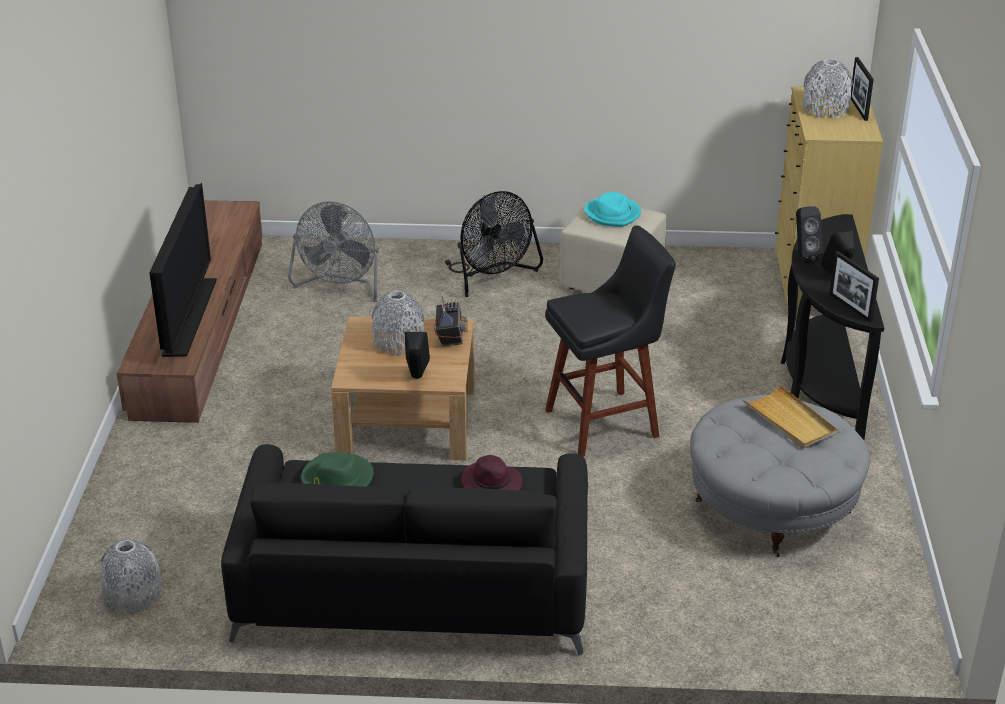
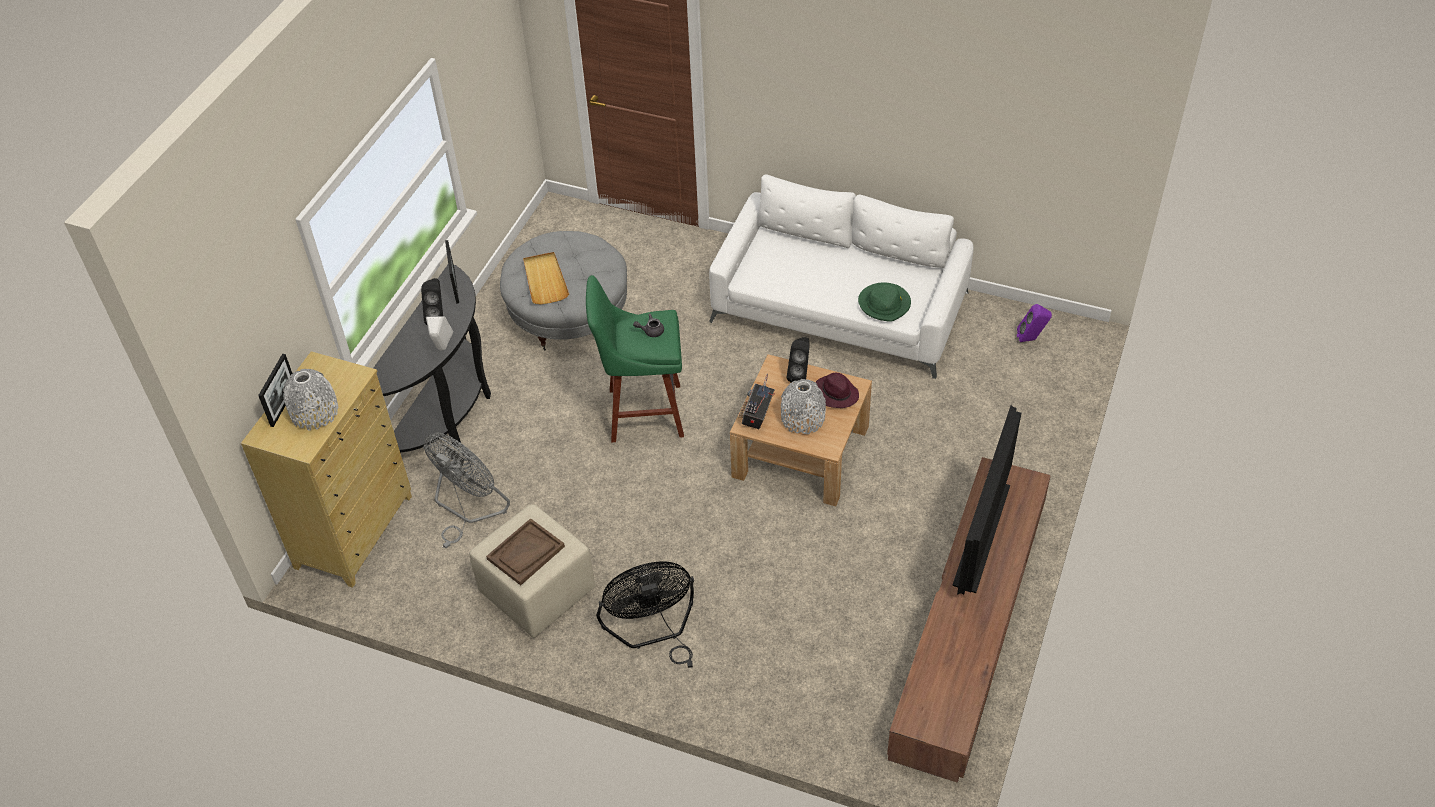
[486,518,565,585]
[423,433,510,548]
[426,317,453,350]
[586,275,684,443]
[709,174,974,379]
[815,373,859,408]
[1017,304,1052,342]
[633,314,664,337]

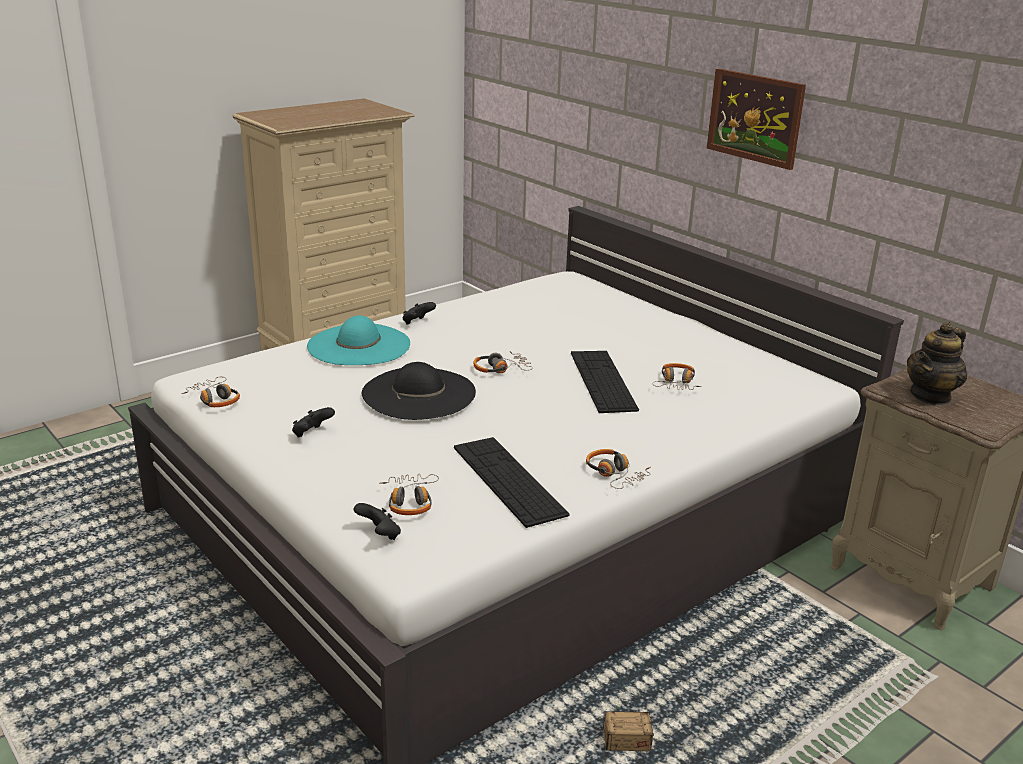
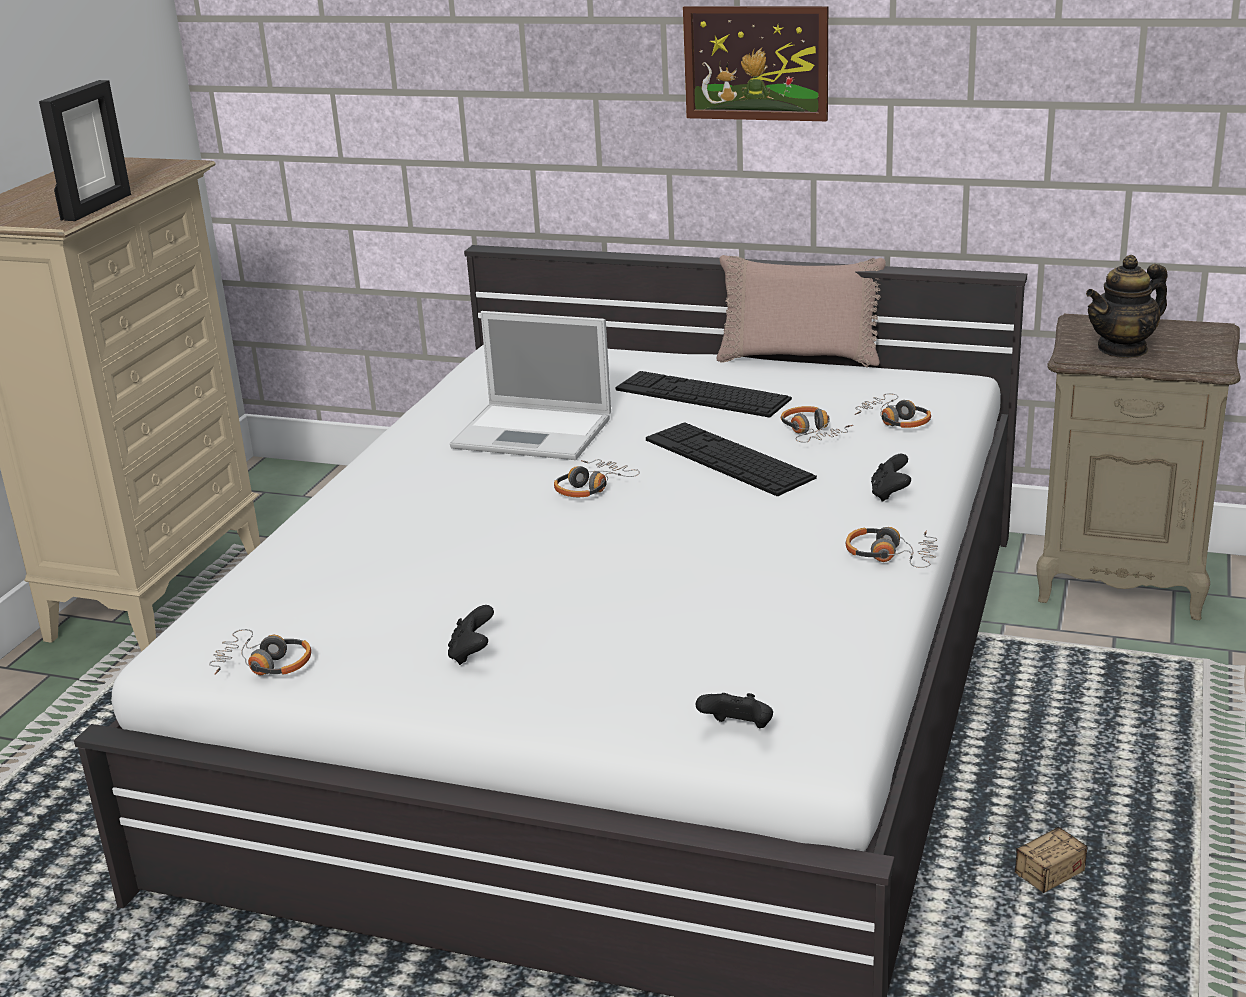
[871,454,911,502]
[307,315,410,365] (first image)
[1086,255,1168,358]
[362,362,476,420] (first image)
[616,371,792,418]
[855,393,931,428]
[39,80,131,221]
[716,255,886,367]
[450,311,611,460]

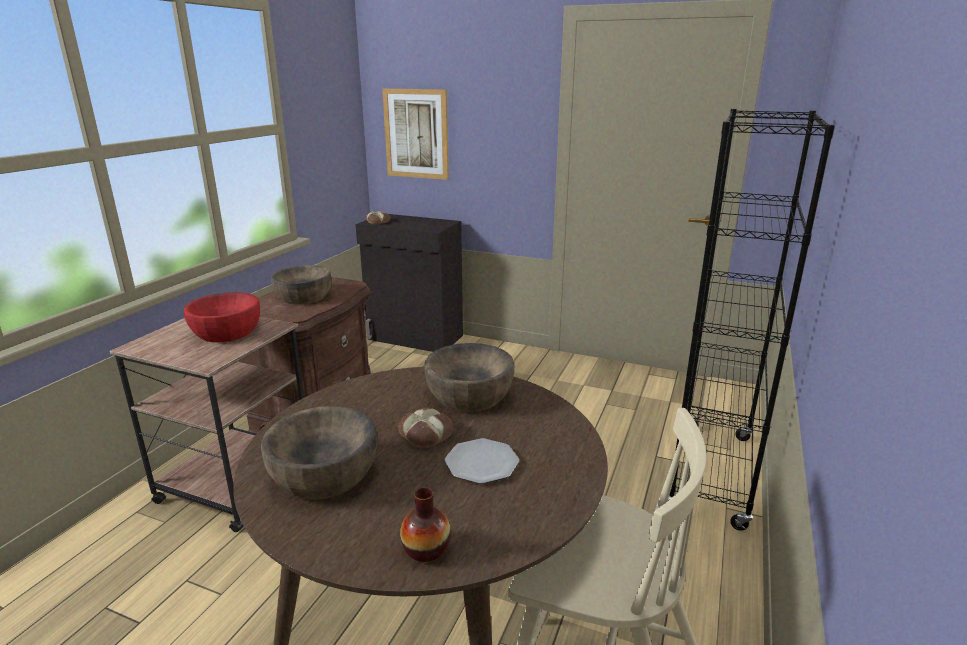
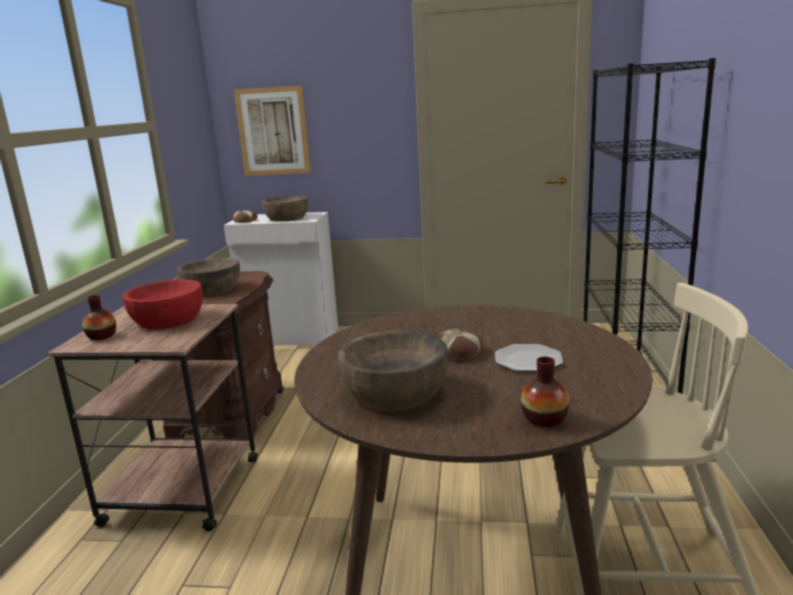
[224,212,338,345]
[262,195,308,222]
[82,295,116,340]

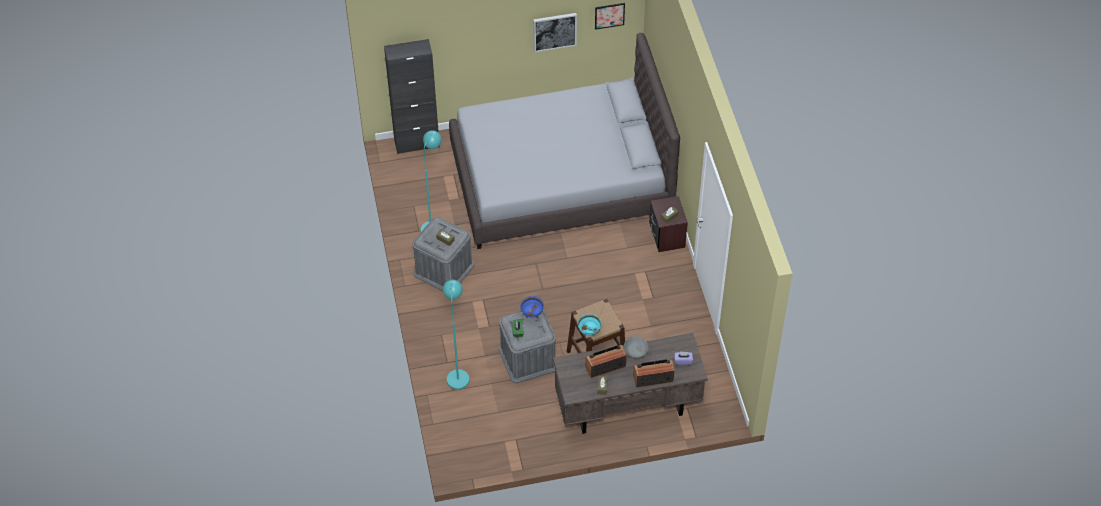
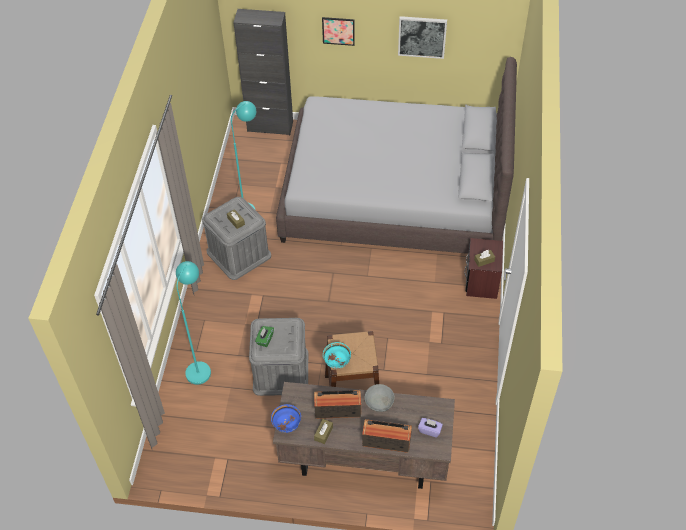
[322,17,355,46]
[271,404,301,433]

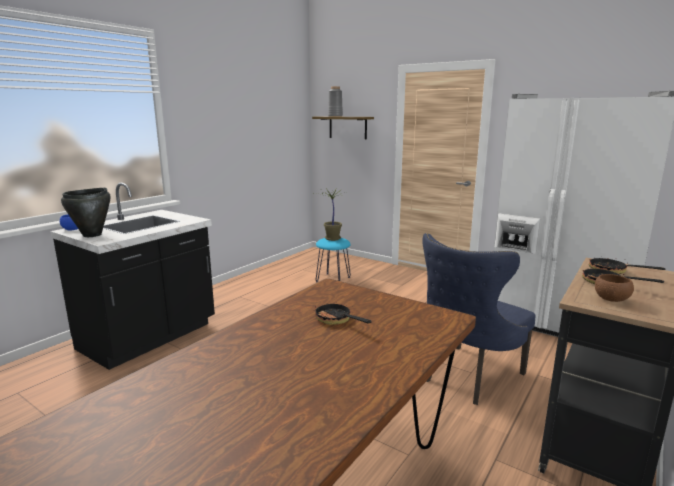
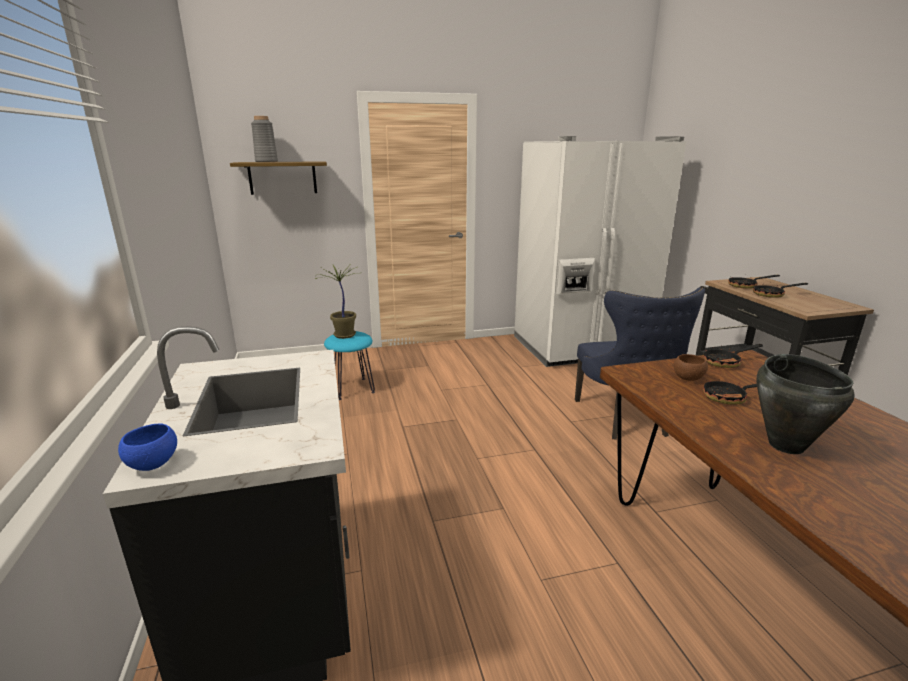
[756,354,855,454]
[674,354,708,381]
[704,344,763,368]

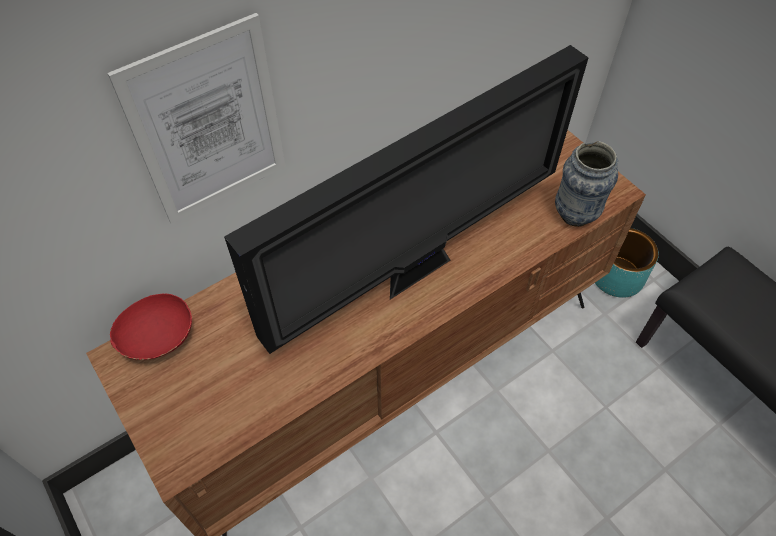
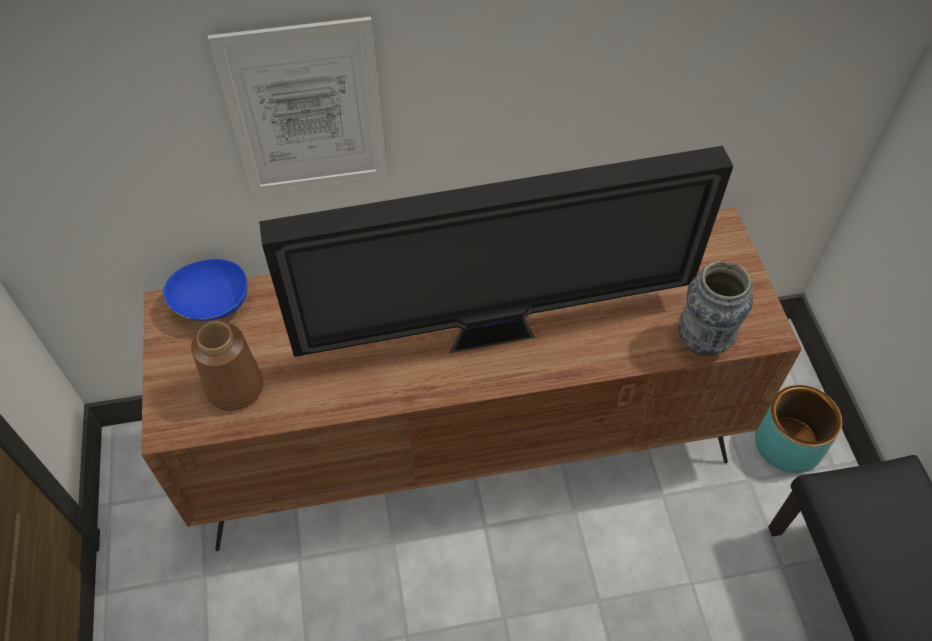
[163,259,247,321]
[191,321,264,411]

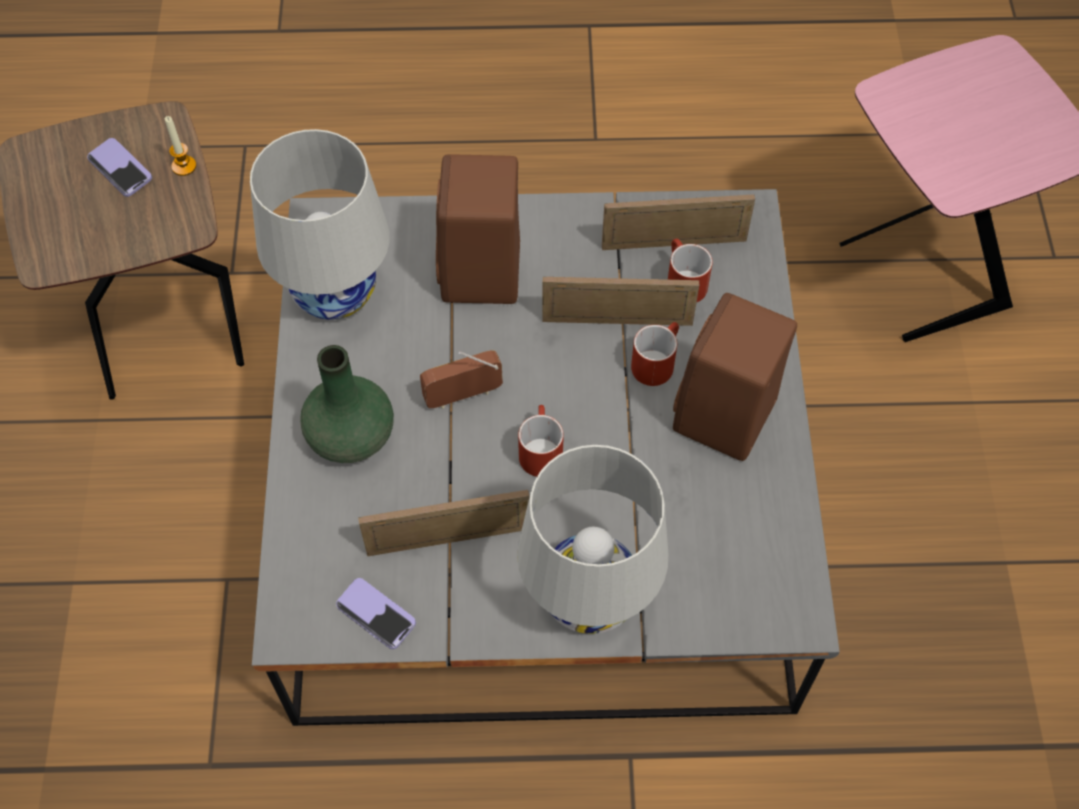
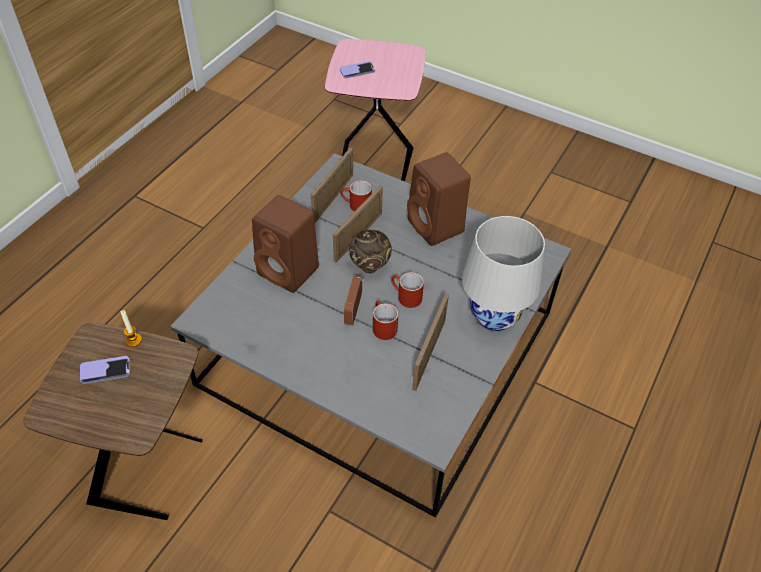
[250,129,389,320] (first image)
[373,300,398,340]
[300,345,394,463] (first image)
[340,61,375,78]
[349,230,392,273]

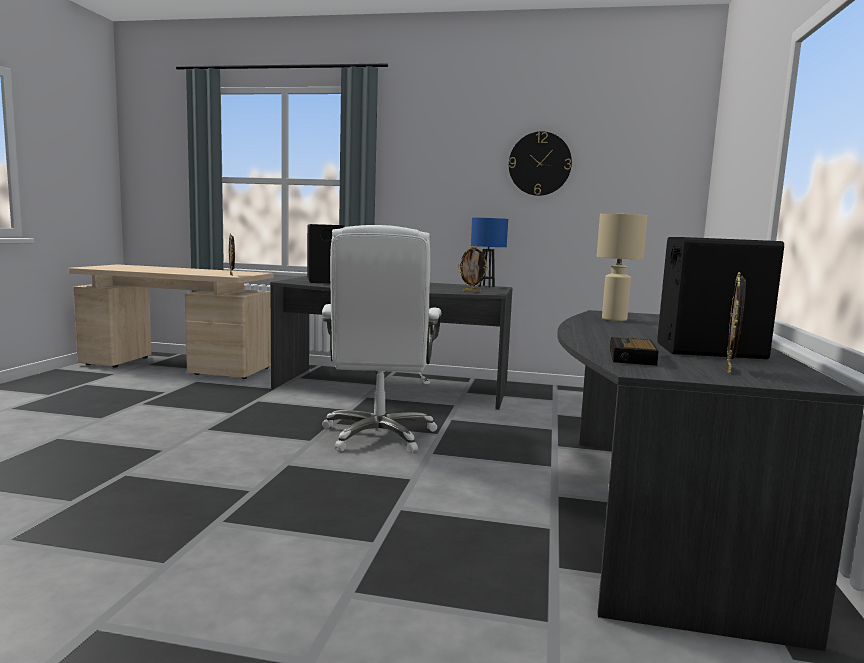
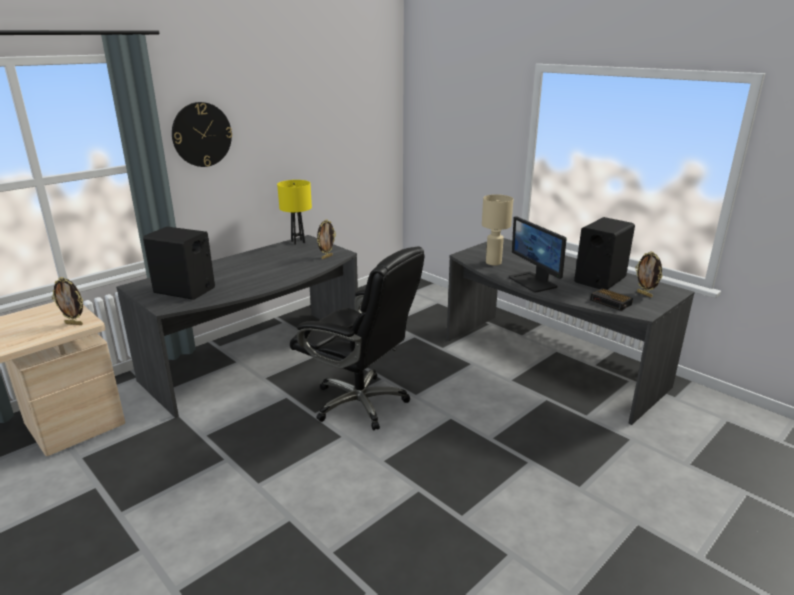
[172,102,232,167]
[277,180,312,245]
[290,246,424,430]
[508,216,566,293]

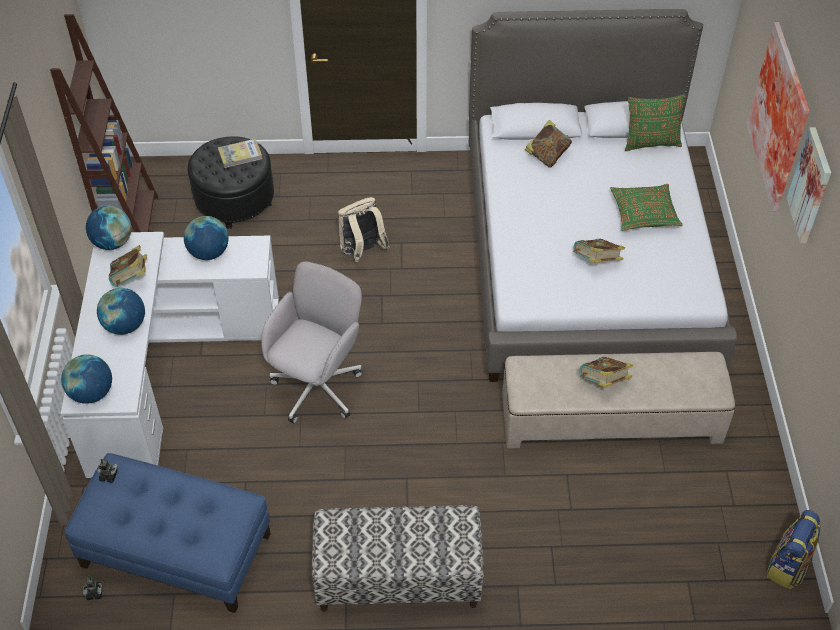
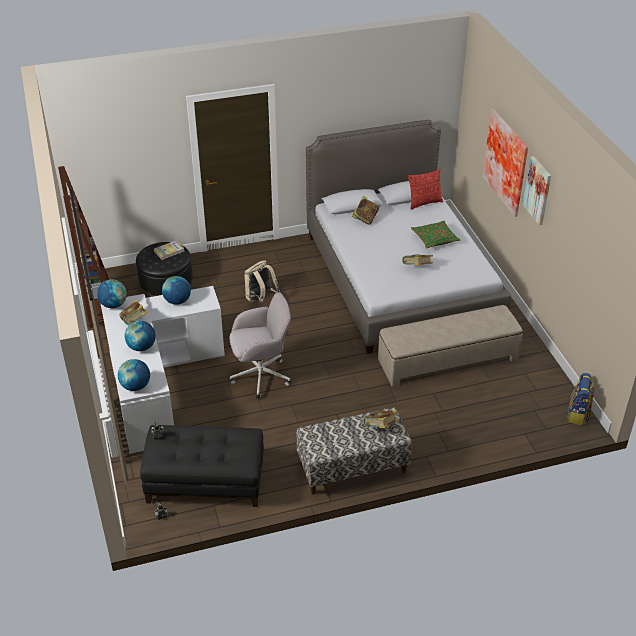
[408,169,443,209]
[229,292,291,398]
[363,411,399,428]
[140,425,264,507]

